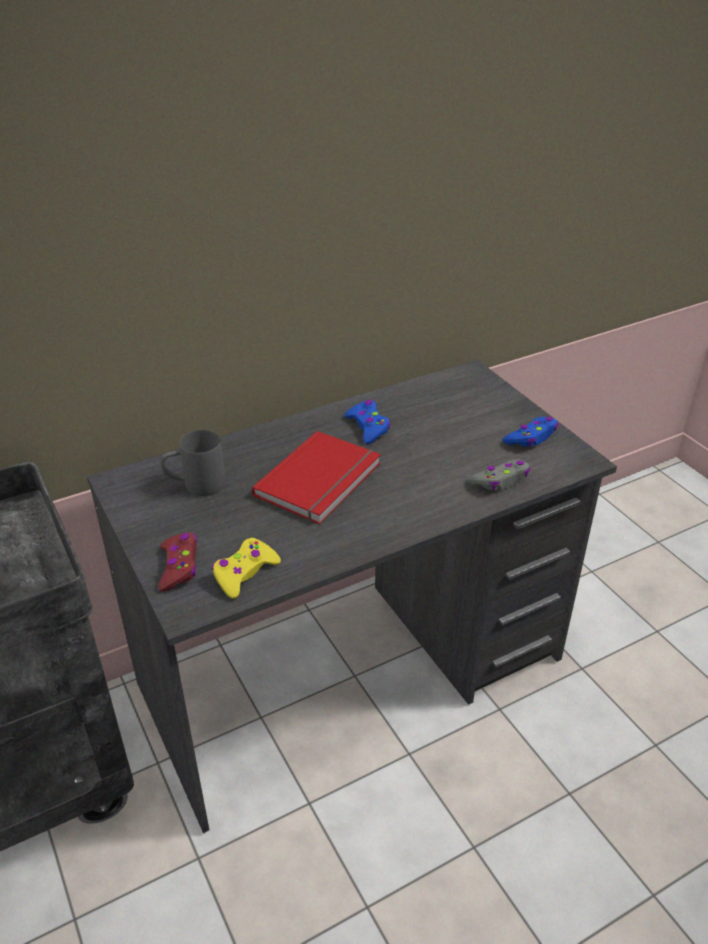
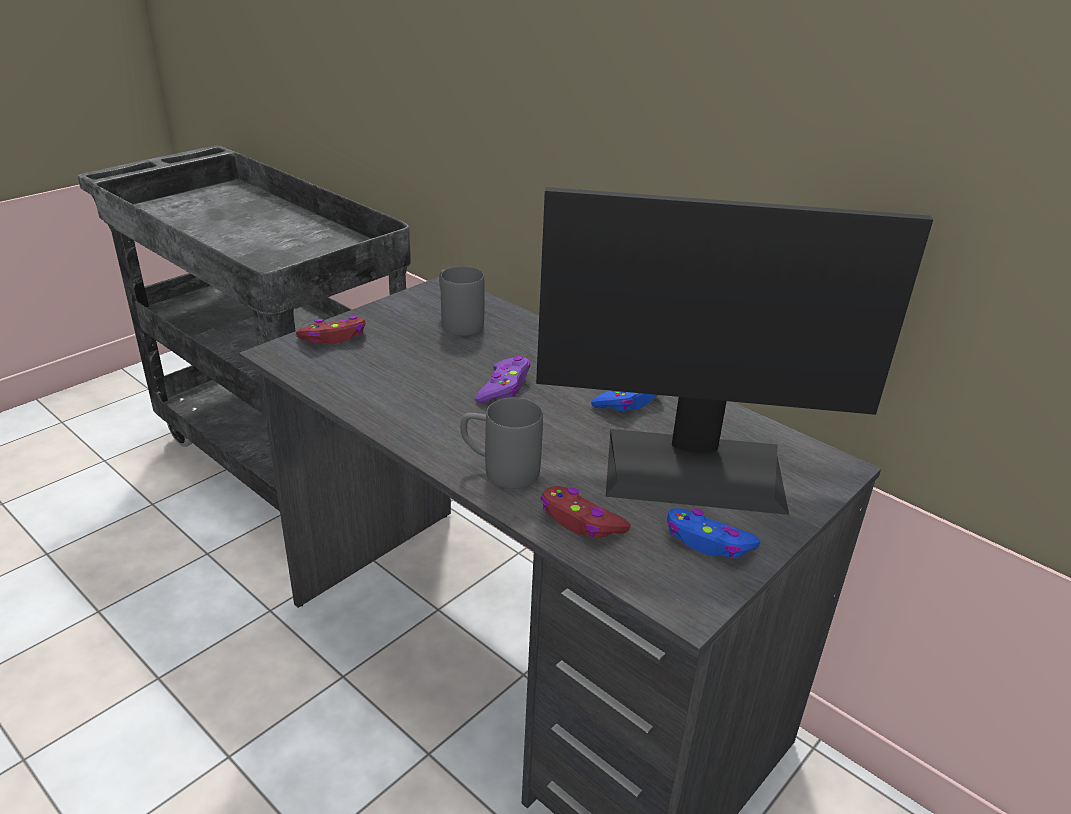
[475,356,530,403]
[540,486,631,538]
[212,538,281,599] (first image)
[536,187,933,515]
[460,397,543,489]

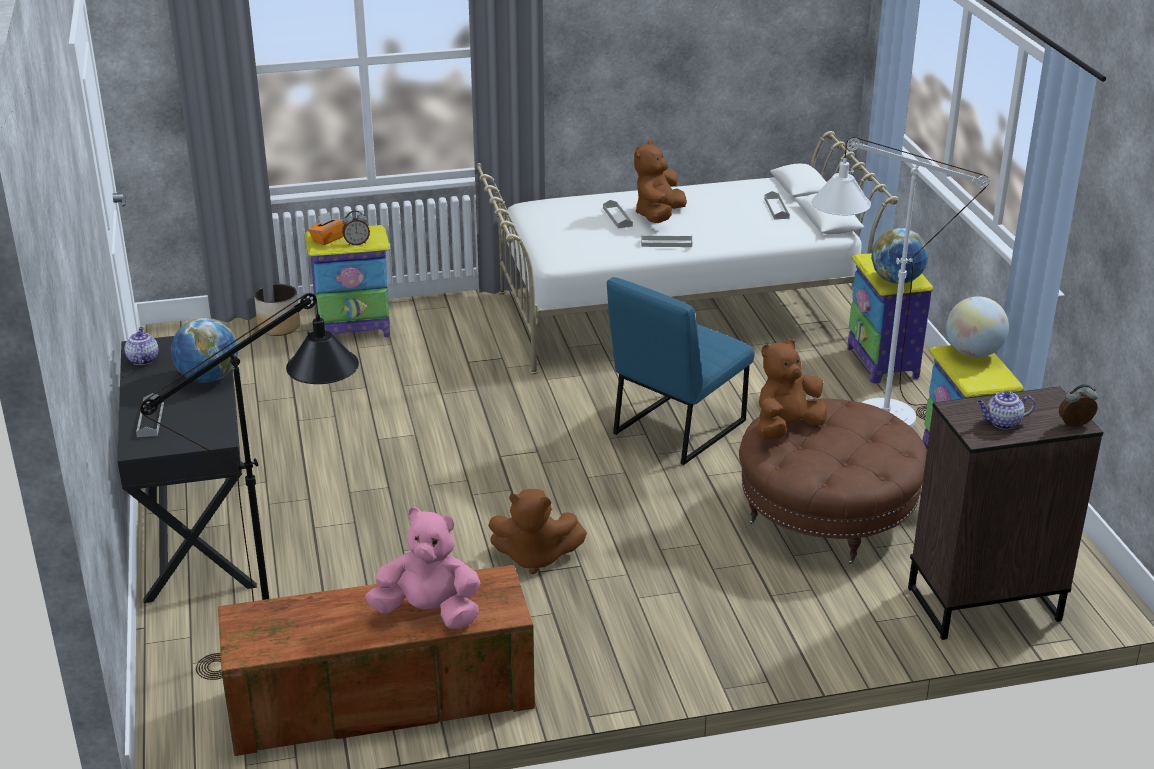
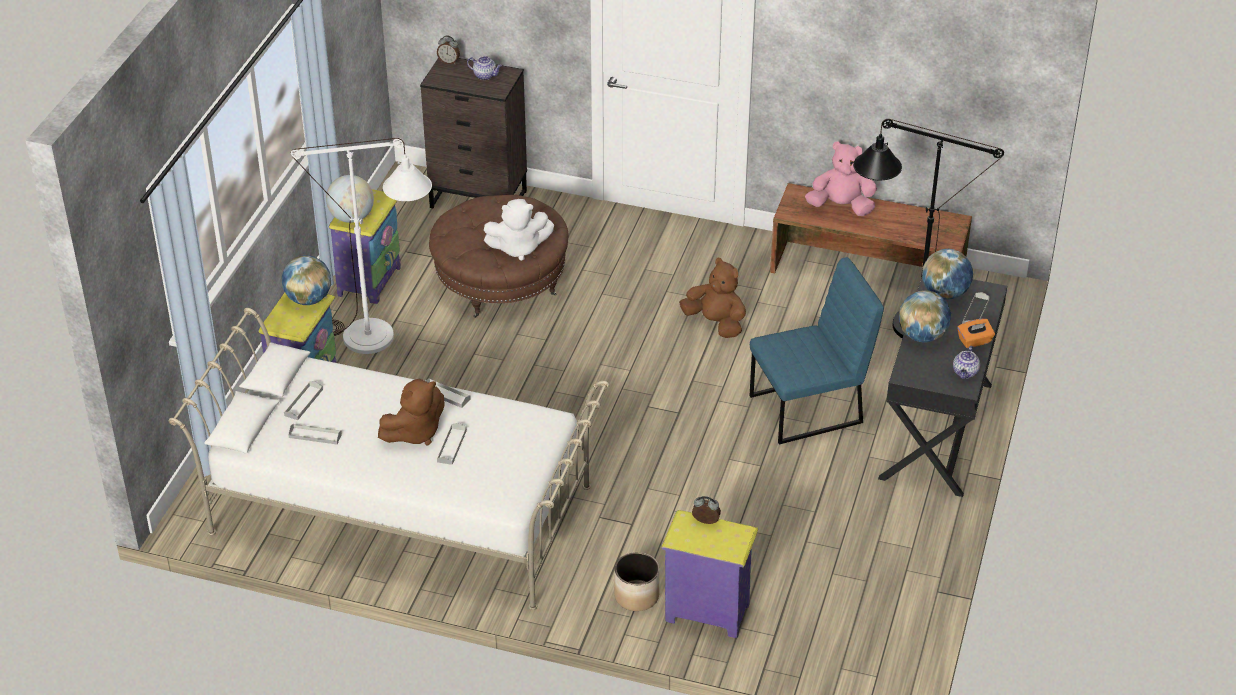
[957,319,995,348]
[750,257,884,445]
[614,552,659,611]
[484,199,554,261]
[805,141,877,216]
[922,249,973,300]
[288,424,342,444]

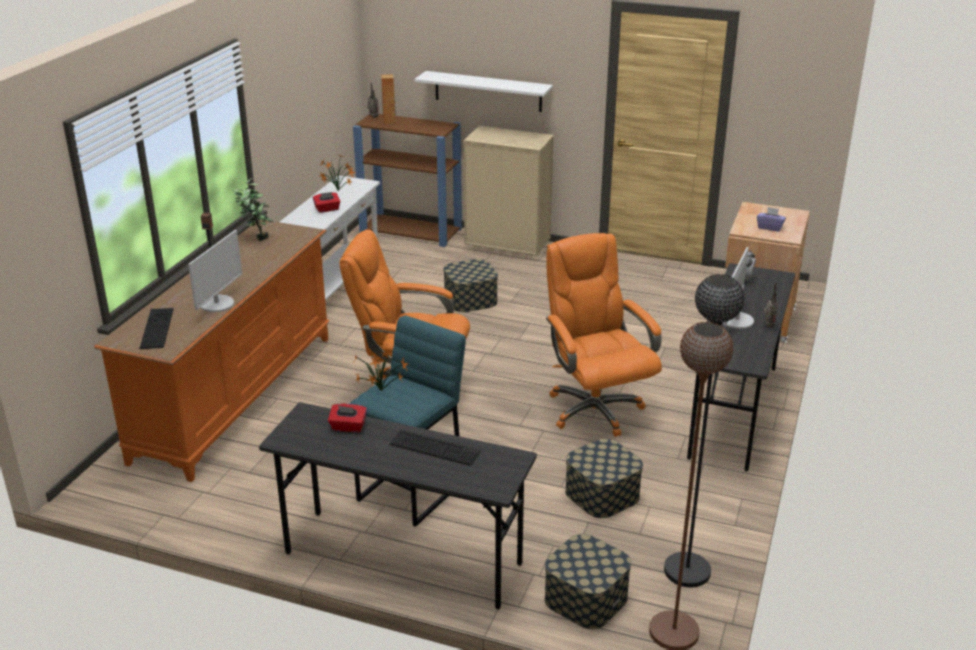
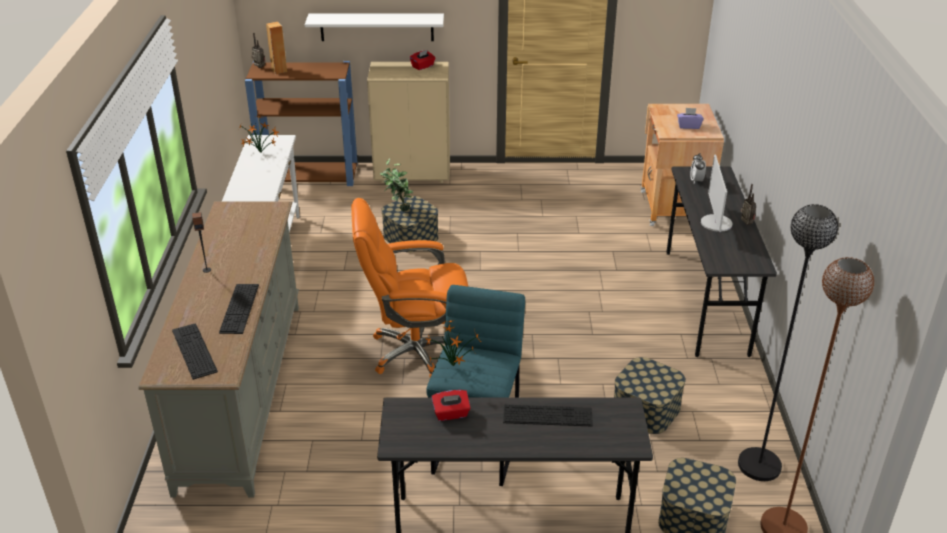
[380,158,413,211]
[410,50,435,70]
[139,201,299,498]
[219,284,259,334]
[546,233,662,437] (first image)

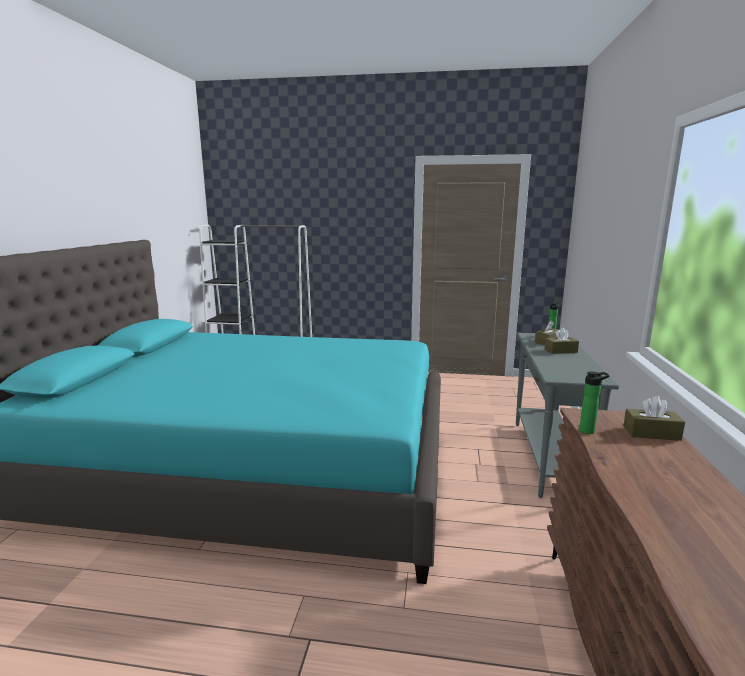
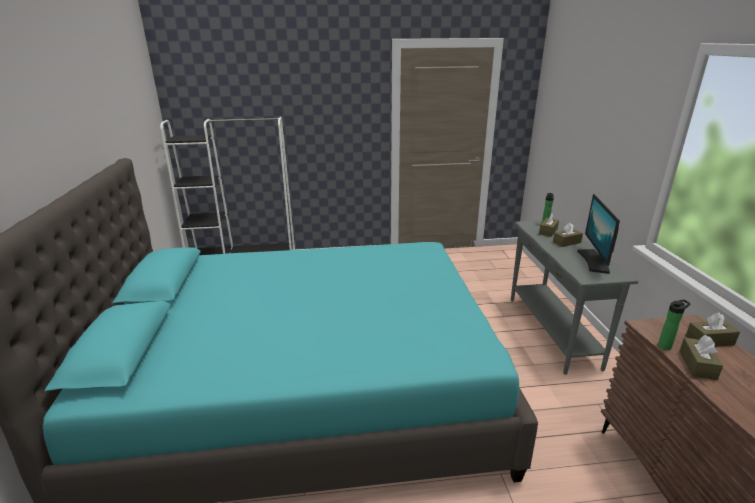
[577,194,620,274]
[679,335,723,380]

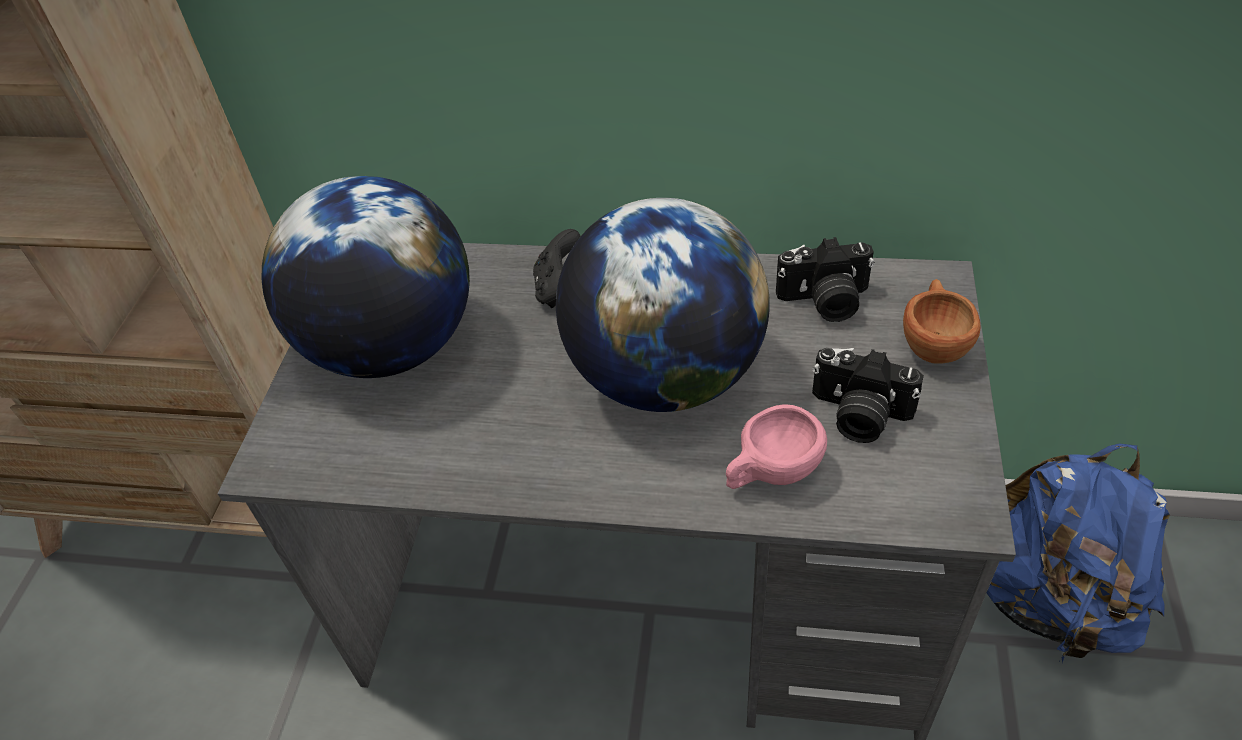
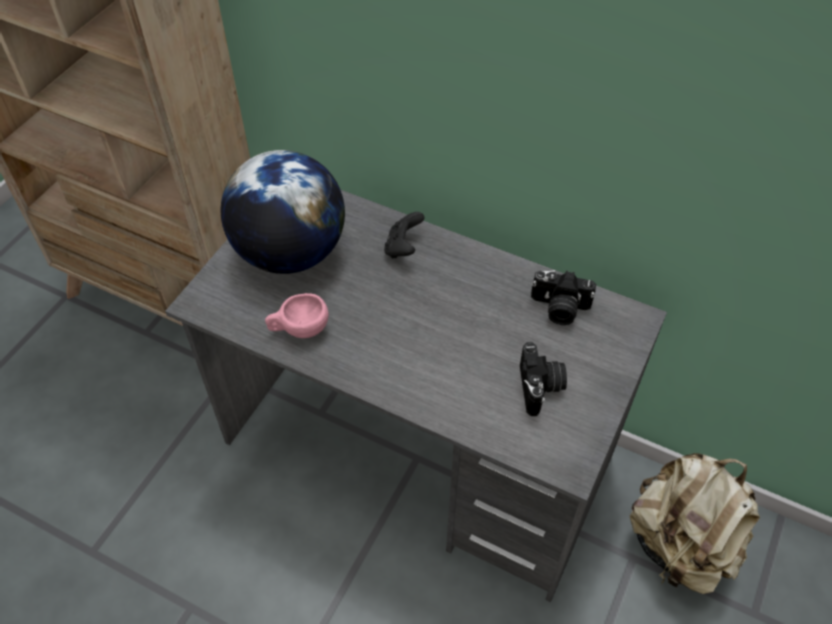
[556,198,770,412] (first image)
[903,279,981,364] (first image)
[520,342,567,416]
[265,293,329,338]
[630,453,760,594]

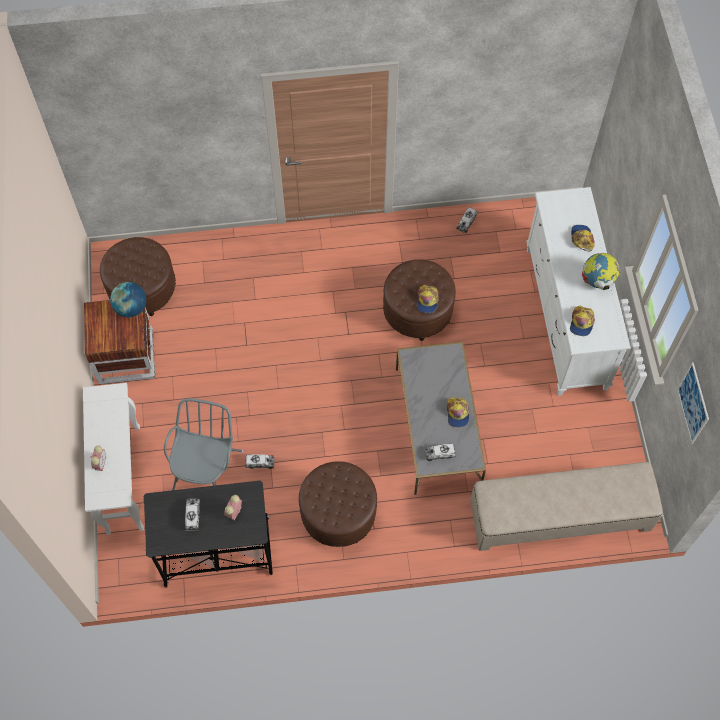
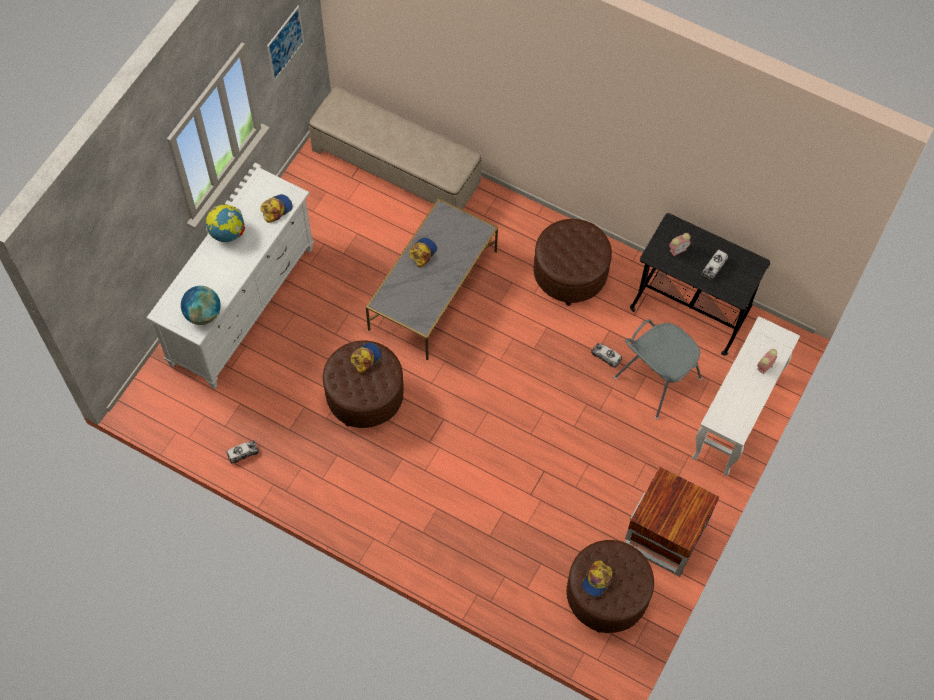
[581,561,612,597]
[181,286,221,325]
[424,444,456,461] (first image)

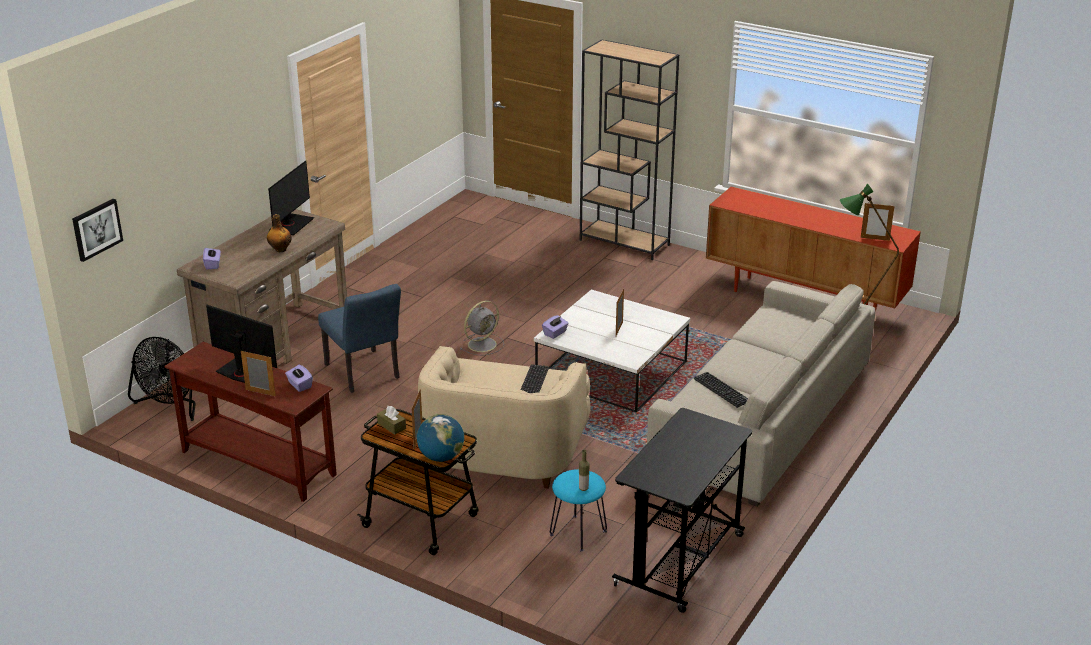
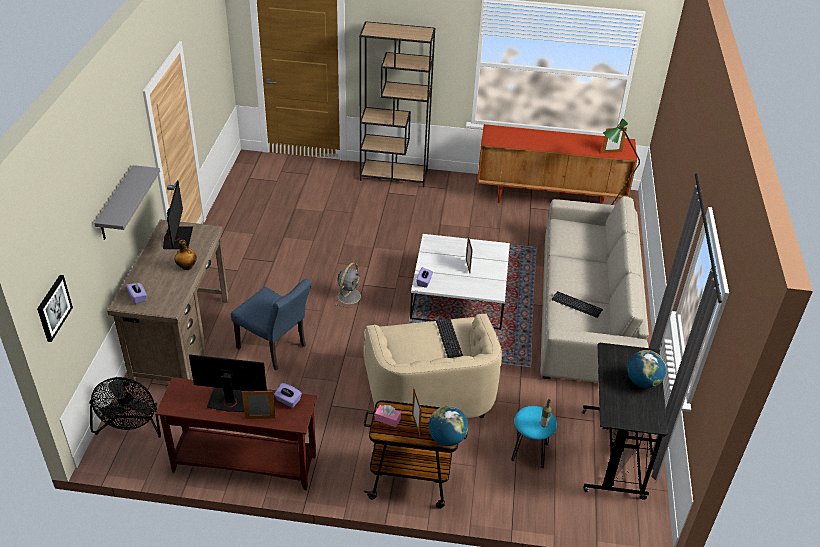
[375,405,401,427]
[94,165,160,240]
[627,350,666,388]

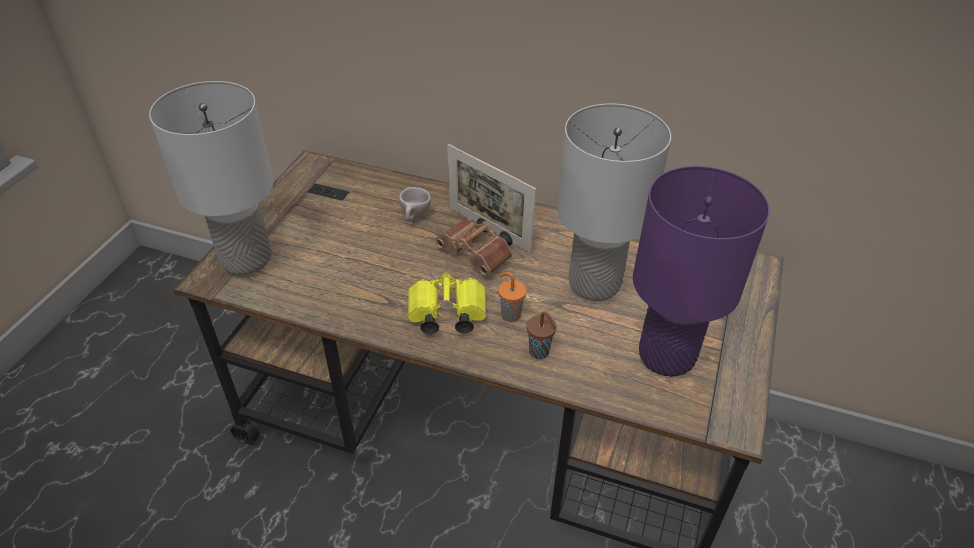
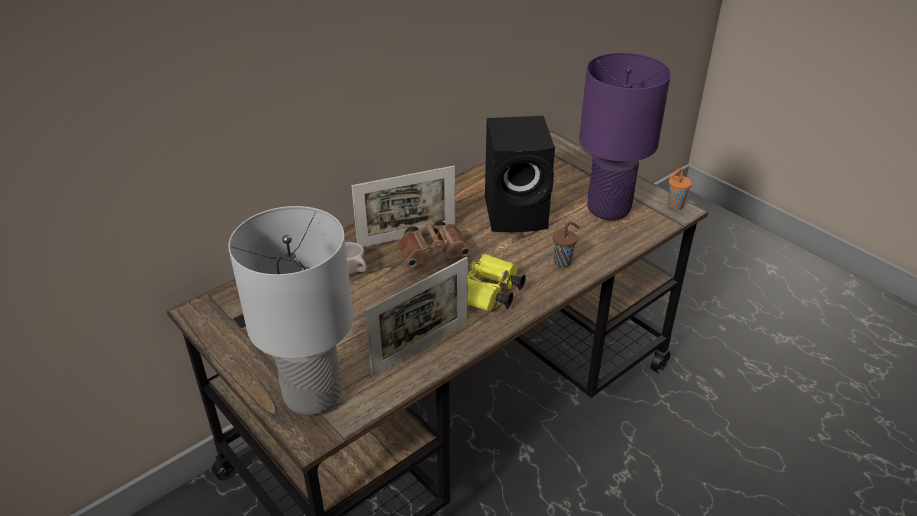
[485,116,555,232]
[668,168,692,210]
[365,257,468,377]

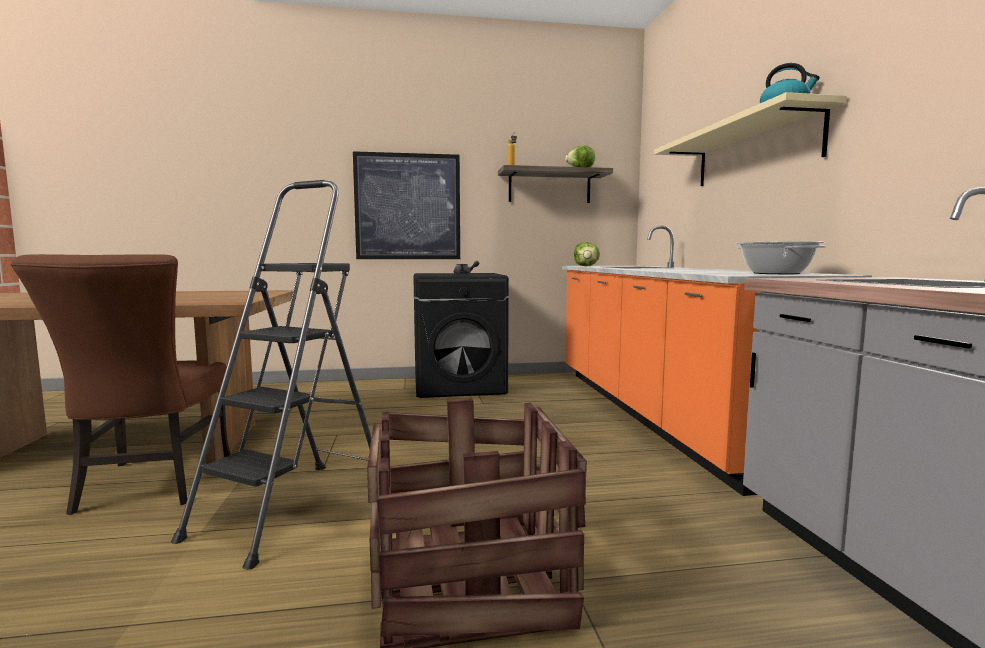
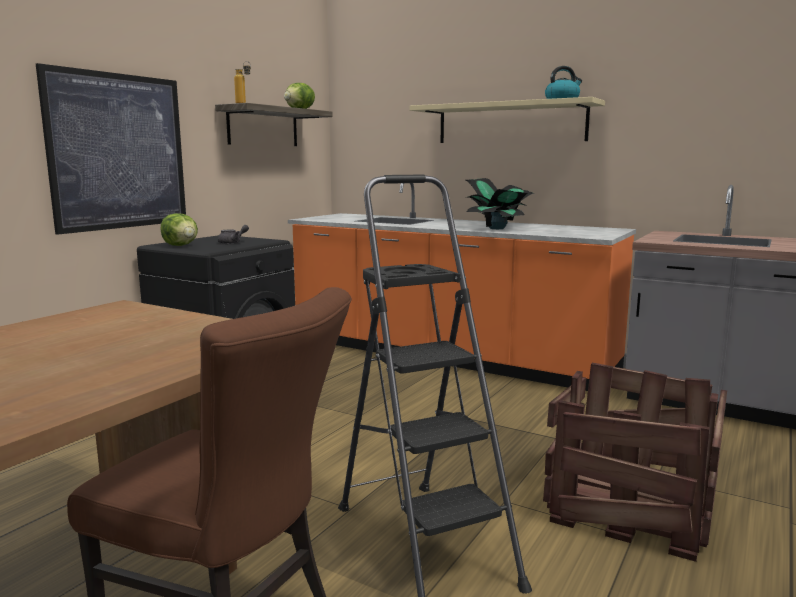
[736,241,826,274] (first image)
[161,213,198,246]
[465,178,535,229]

